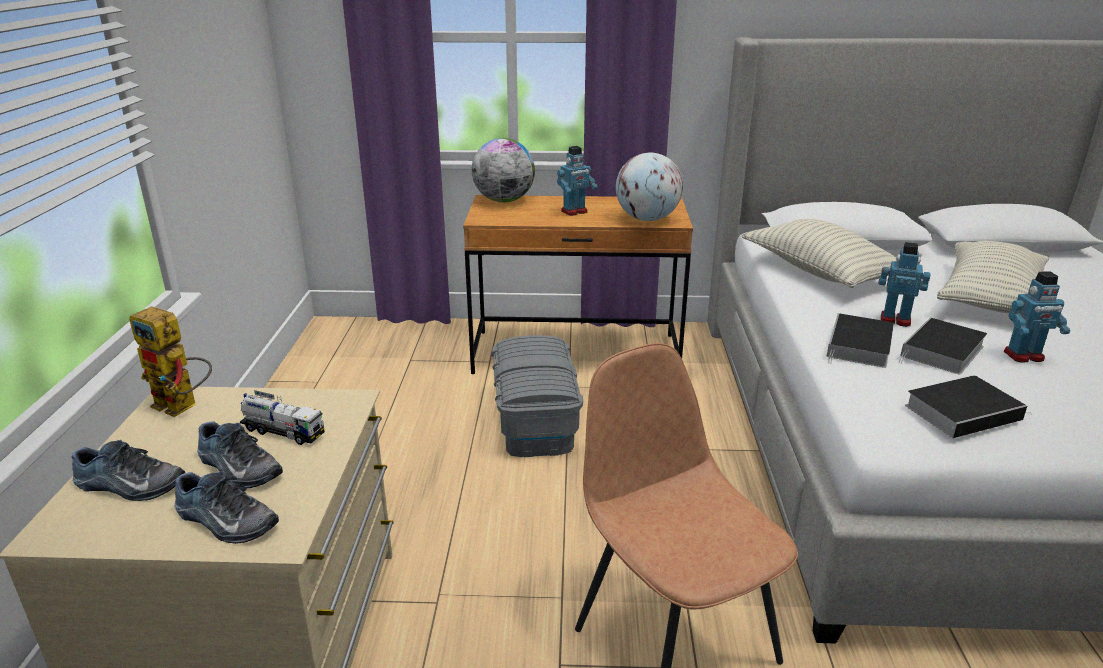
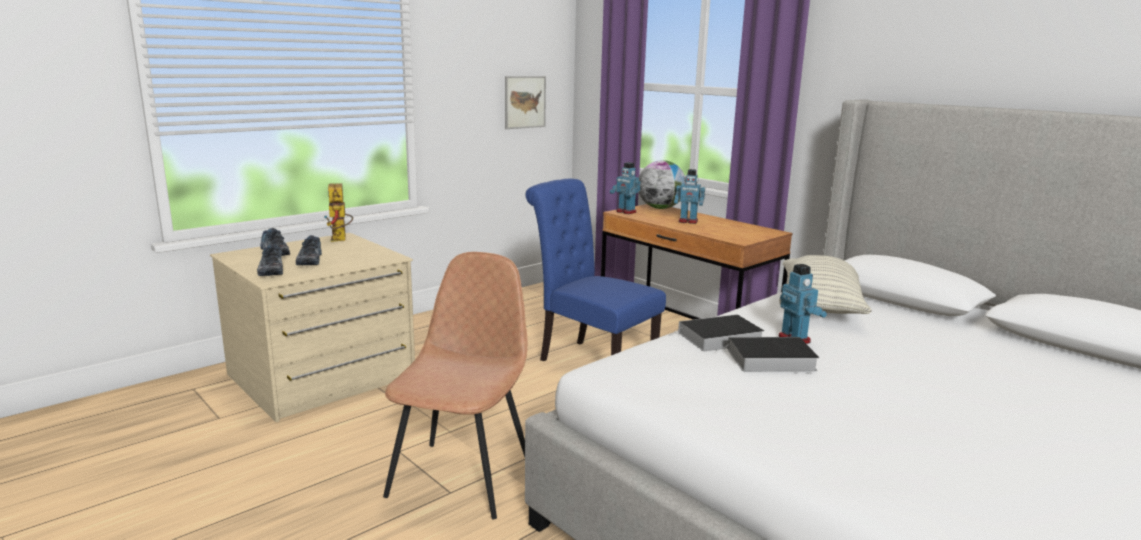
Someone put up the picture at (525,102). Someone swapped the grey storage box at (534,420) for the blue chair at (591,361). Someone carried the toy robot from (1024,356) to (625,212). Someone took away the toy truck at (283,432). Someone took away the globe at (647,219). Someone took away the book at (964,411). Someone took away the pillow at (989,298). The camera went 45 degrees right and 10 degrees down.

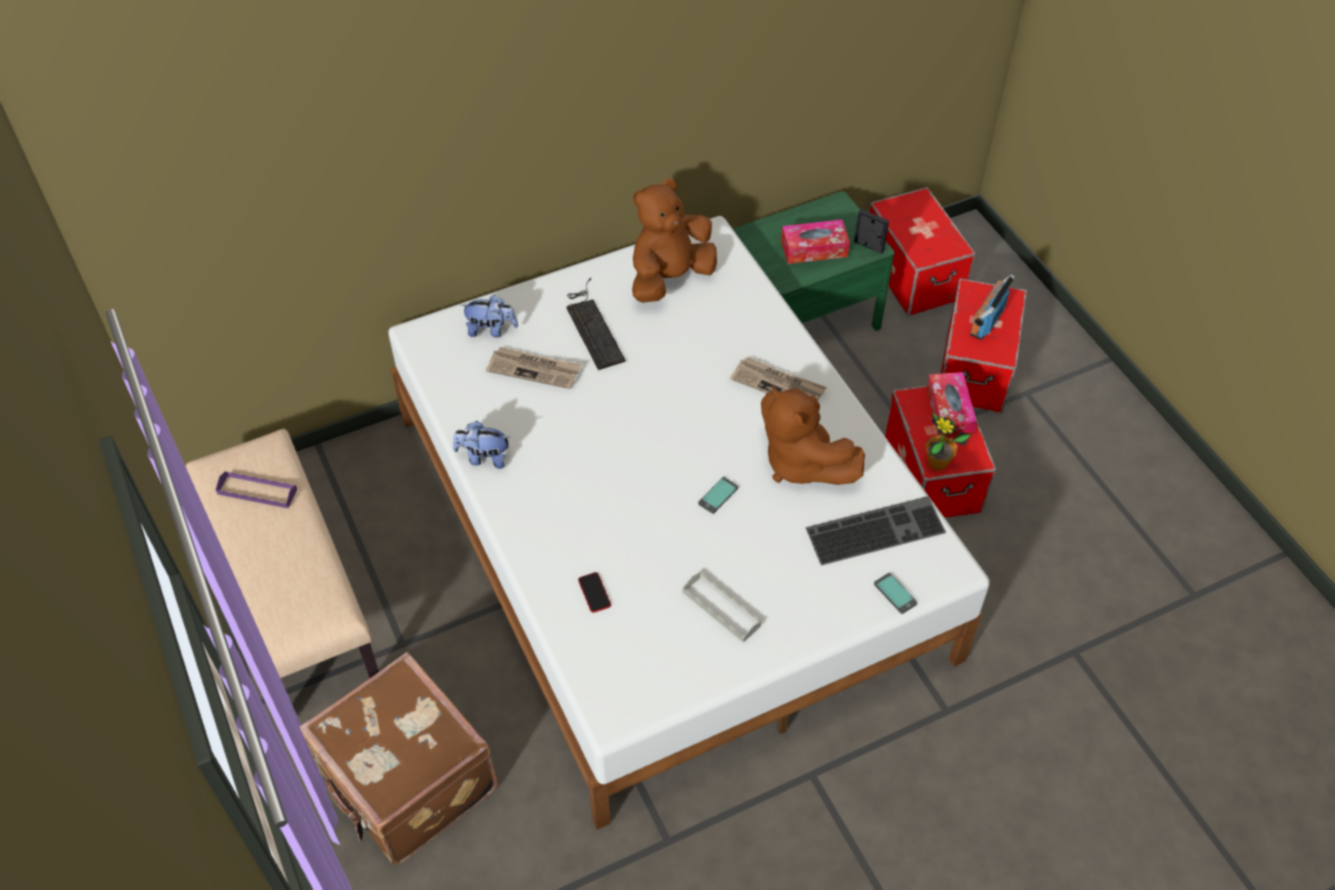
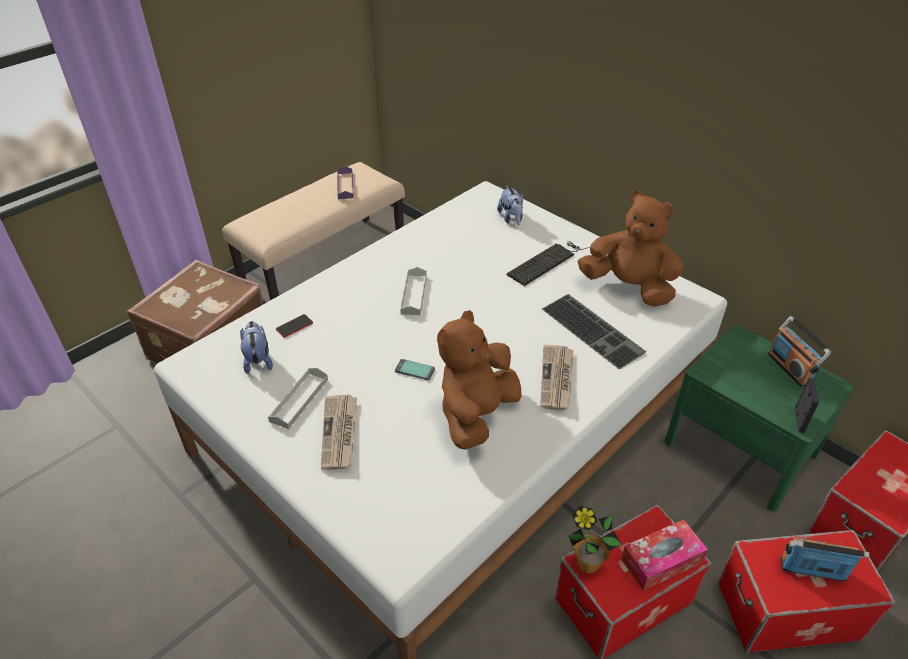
Someone carried the plush toy from (484,457) to (258,360). Someone carried the newspaper from (534,369) to (340,433). Someone put down the grey tray at (414,294). Someone carried the keyboard from (875,528) to (594,330). Someone put down the radio at (789,368). Someone took away the tissue box at (814,249). Someone took away the phone at (895,593). The camera went 70 degrees right and 10 degrees down.

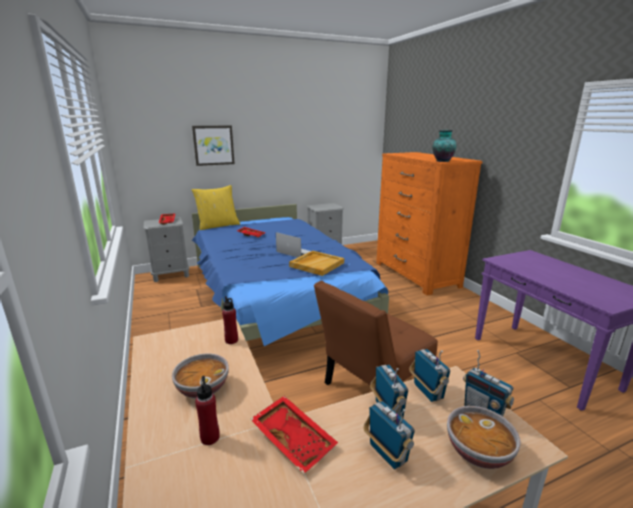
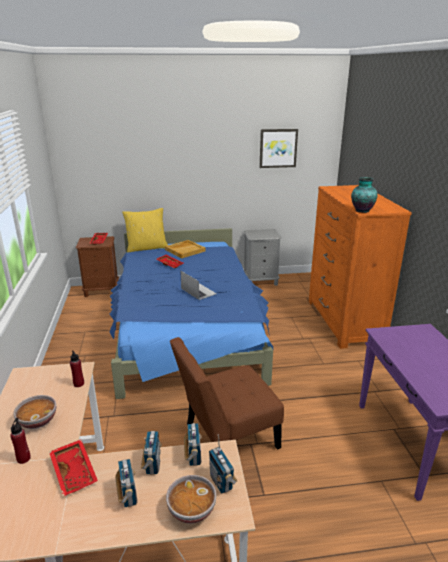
Someone repainted the grey nightstand at (171,275), which became the brown nightstand at (101,291). Someone carried the beige tray from (317,264) to (185,250). Someone carried the picture from (213,145) to (278,148). The camera went 15 degrees right and 5 degrees up.

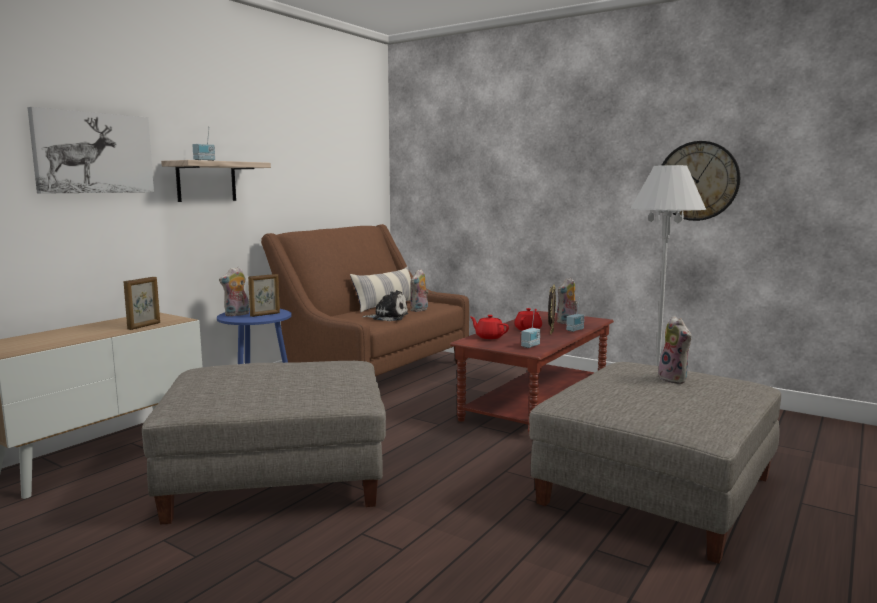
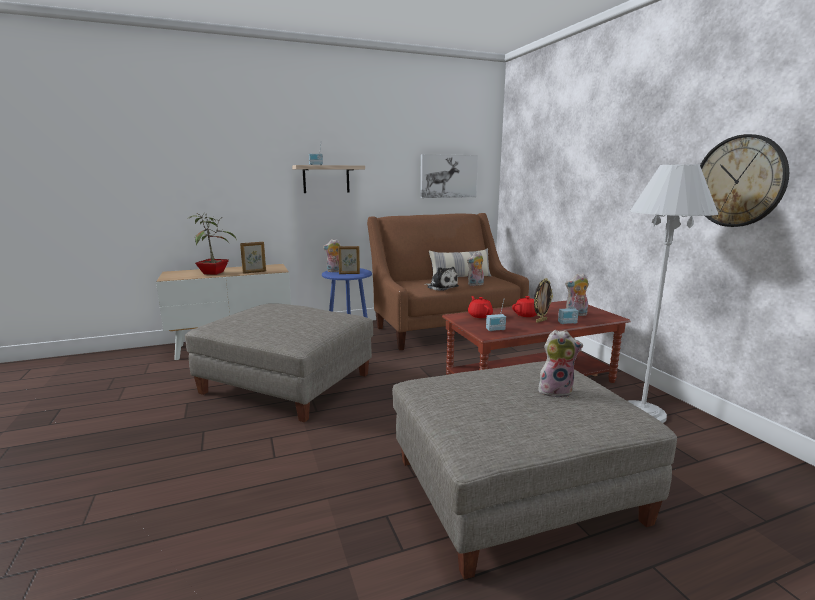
Someone put down the potted plant at (214,273). Someone carried the picture from (93,153) to (448,176). Someone rotated the plush toy at (675,379) by 105 degrees counterclockwise. The camera went 35 degrees right and 5 degrees up.

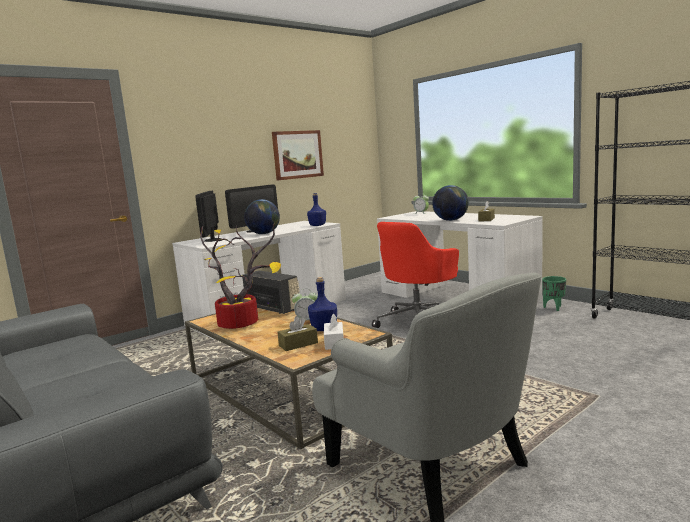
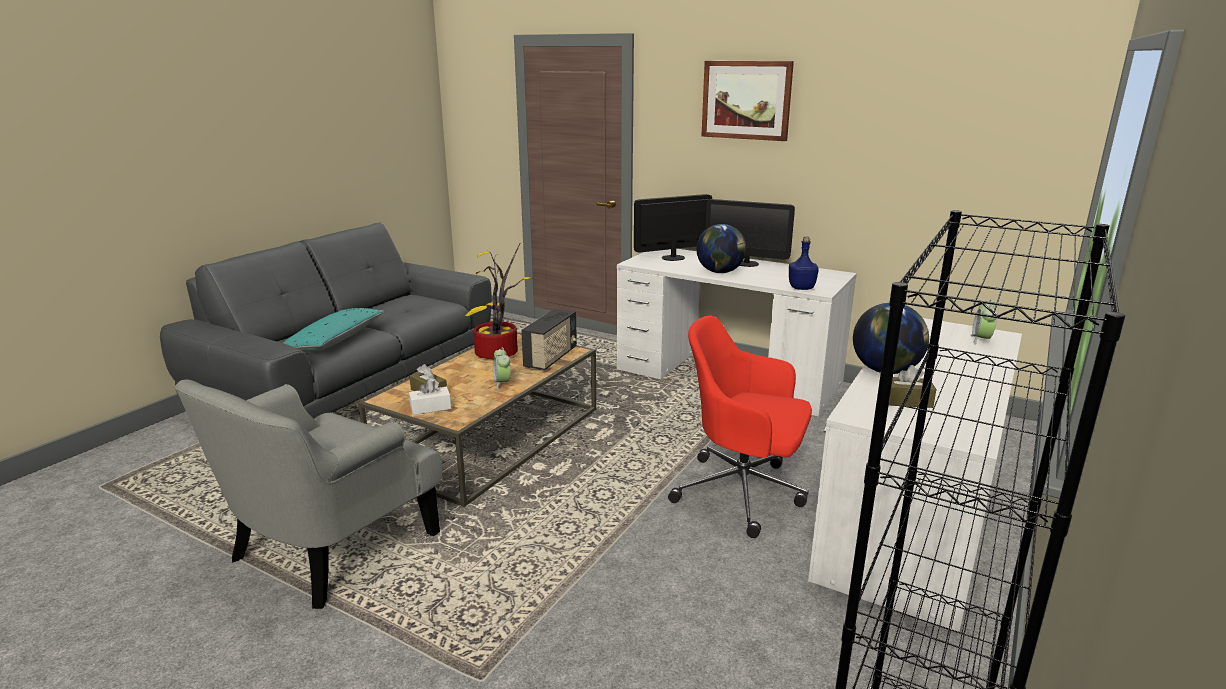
Someone put down the turquoise pillow at (334,341). Someone carried the picture from (297,154) to (746,100). Someone took away the blue bottle at (323,329). Someone took away the green planter at (554,308). The camera went 70 degrees right and 10 degrees up.

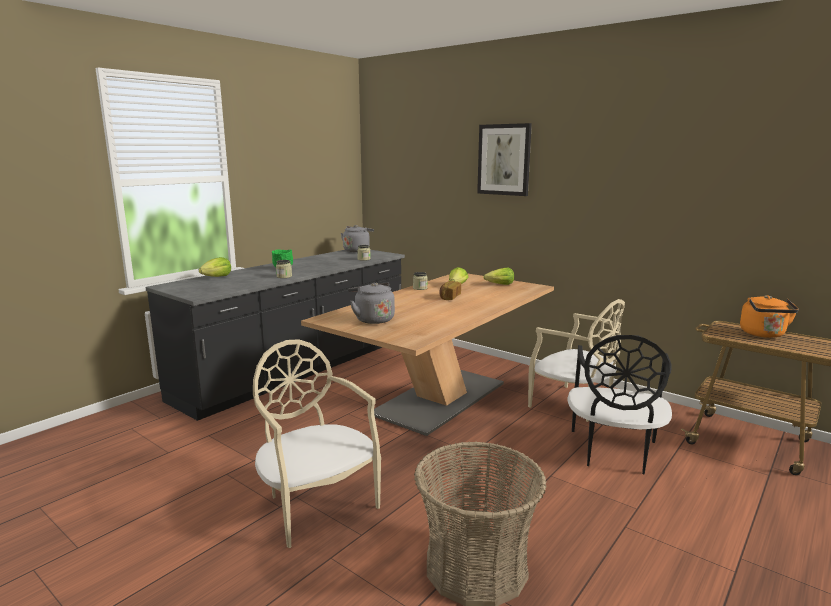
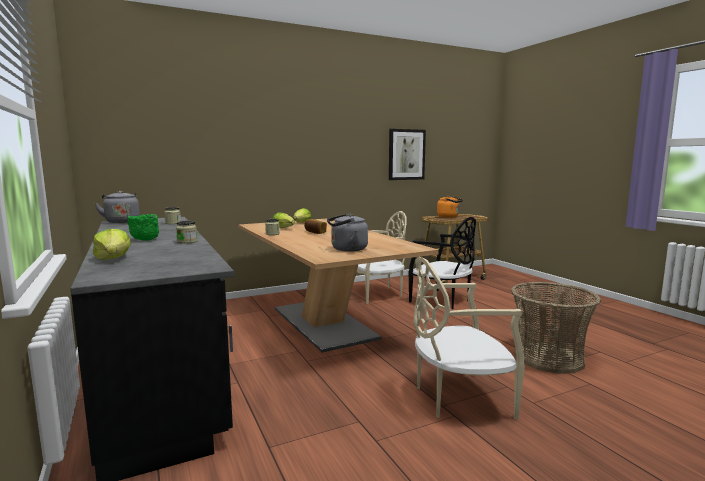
Someone carried the picture from (504,159) to (406,154). The camera went 65 degrees left and 5 degrees down.

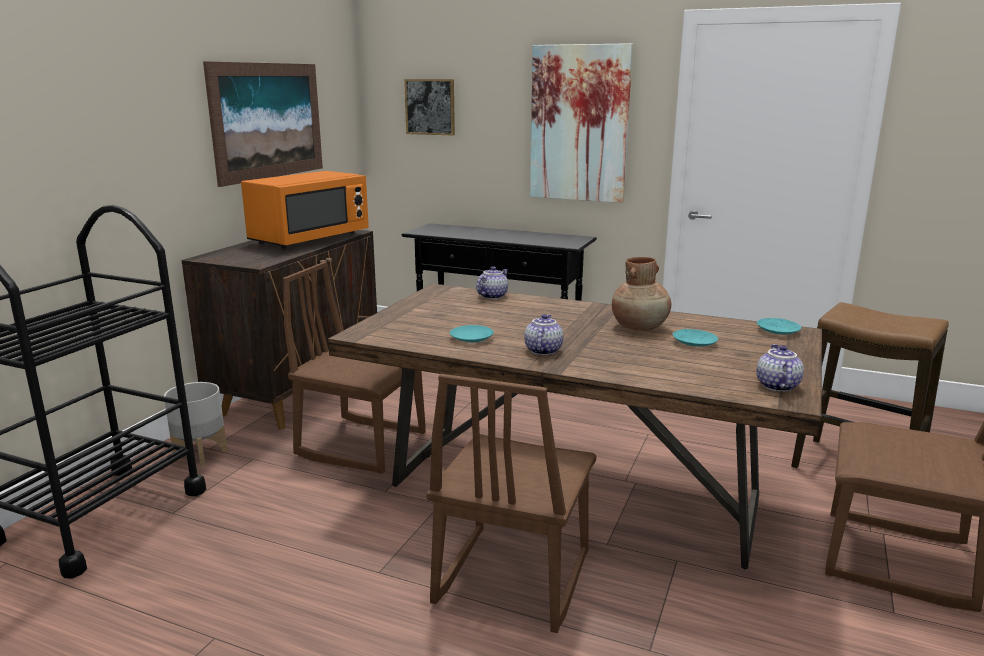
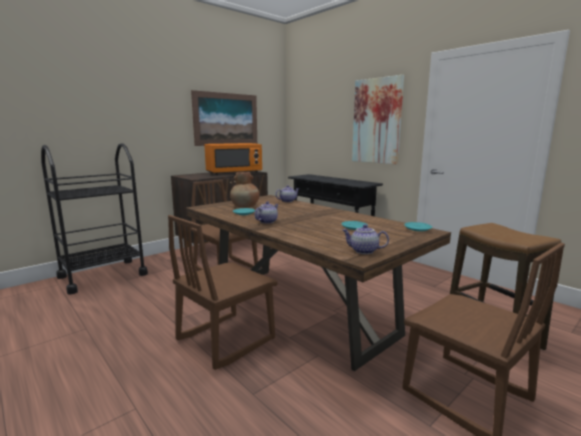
Someone carried the brown vase from (640,327) to (245,206). Someone rotated the teapot at (776,386) by 105 degrees counterclockwise. Someone took away the grey planter at (201,455). Someone took away the picture at (430,107). The camera went 25 degrees right and 5 degrees down.

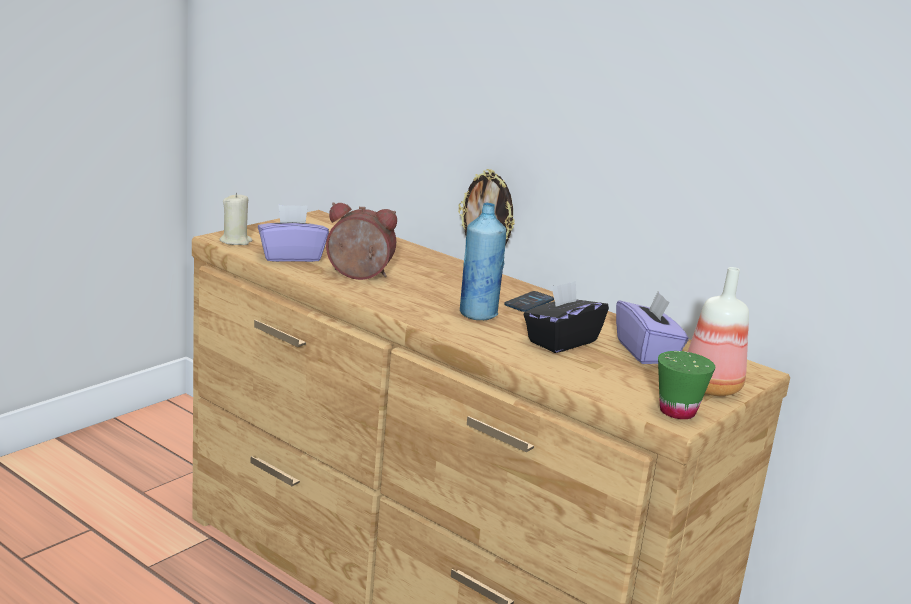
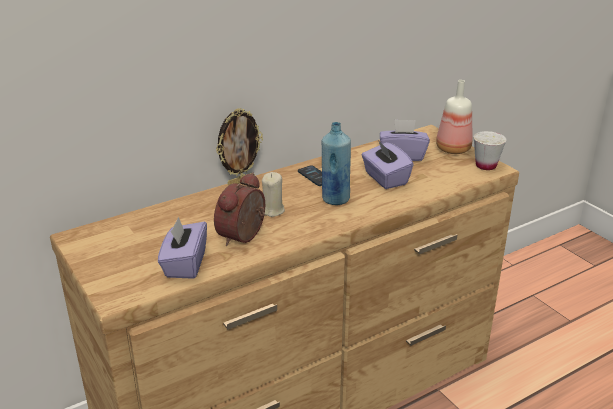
Someone carried the beige candle from (236,241) to (272,210). Someone repainted the black tissue box at (561,341), which became the purple tissue box at (385,178). Someone repainted the green cup at (677,411), which became the white cup at (486,165). The camera went 70 degrees left and 10 degrees up.

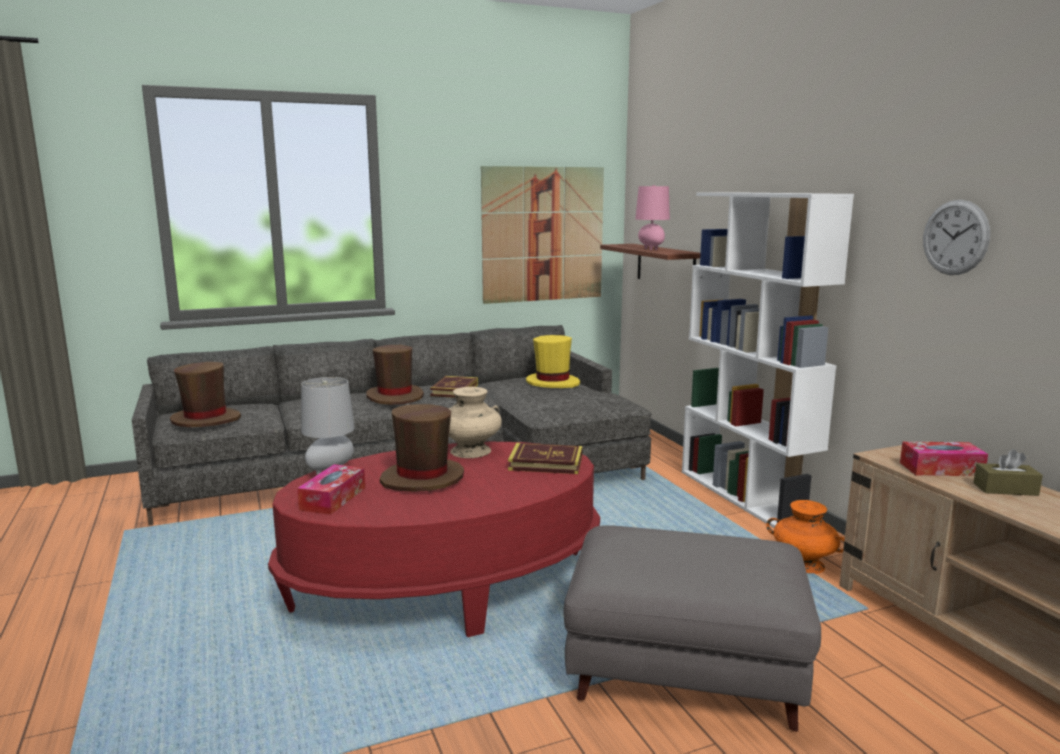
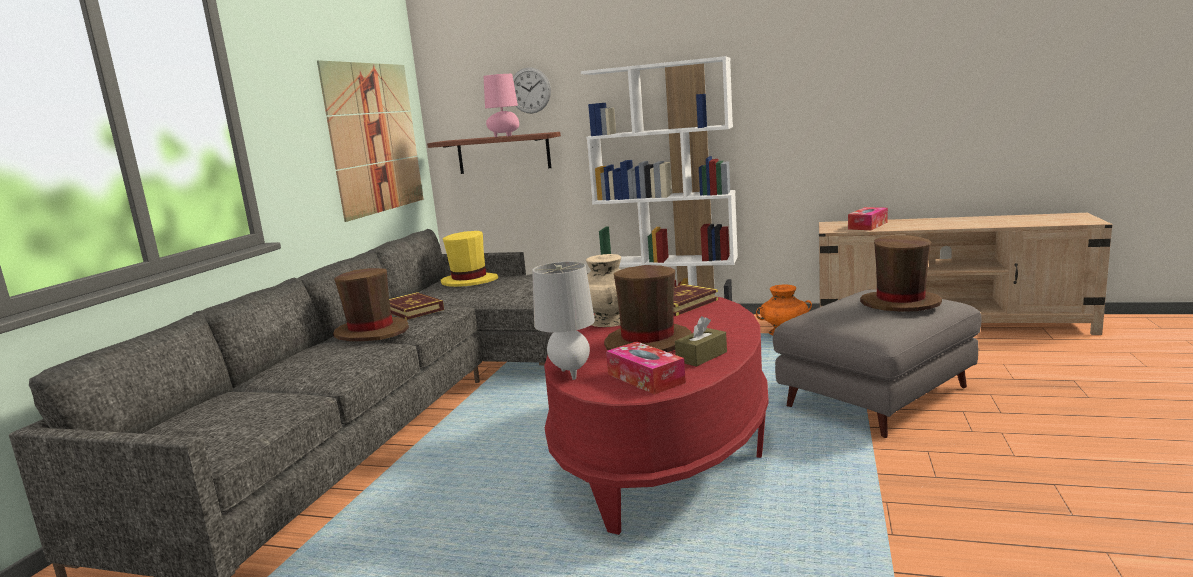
Someone carried the wall clock from (955,237) to (530,90). Someone carried the brown tissue box from (1005,489) to (701,356). Someone carried the brown hat from (205,420) to (899,304). The camera went 50 degrees left and 0 degrees up.

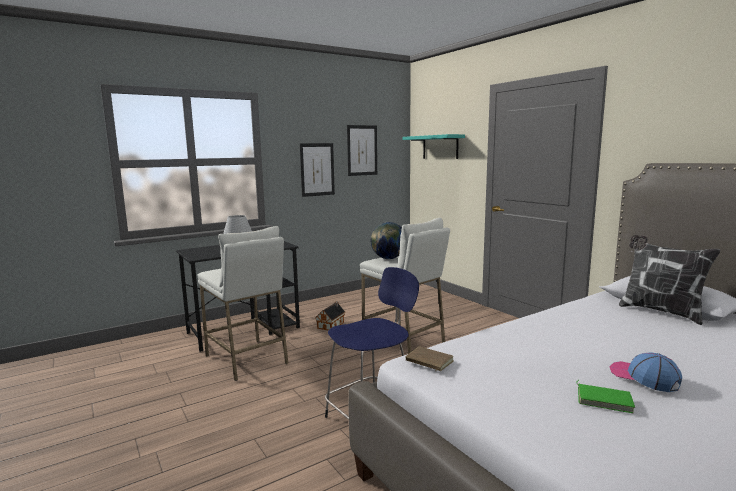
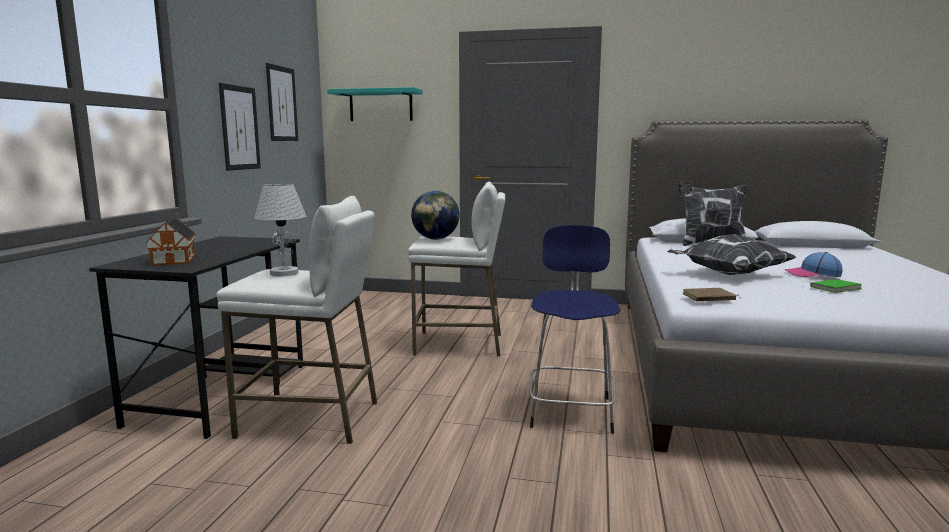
Someone carried the toy house from (331,325) to (175,259). Someone put down the pillow at (727,274). The camera went 45 degrees left and 0 degrees up.

